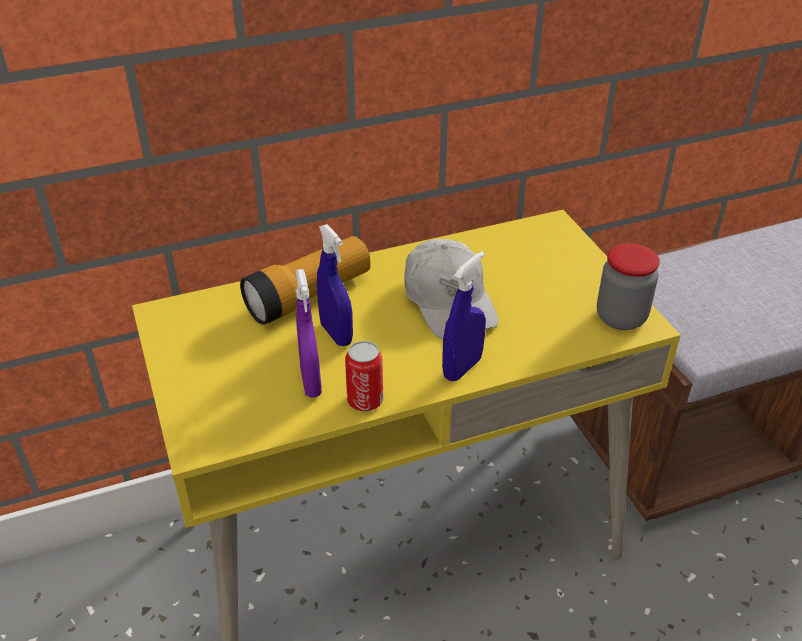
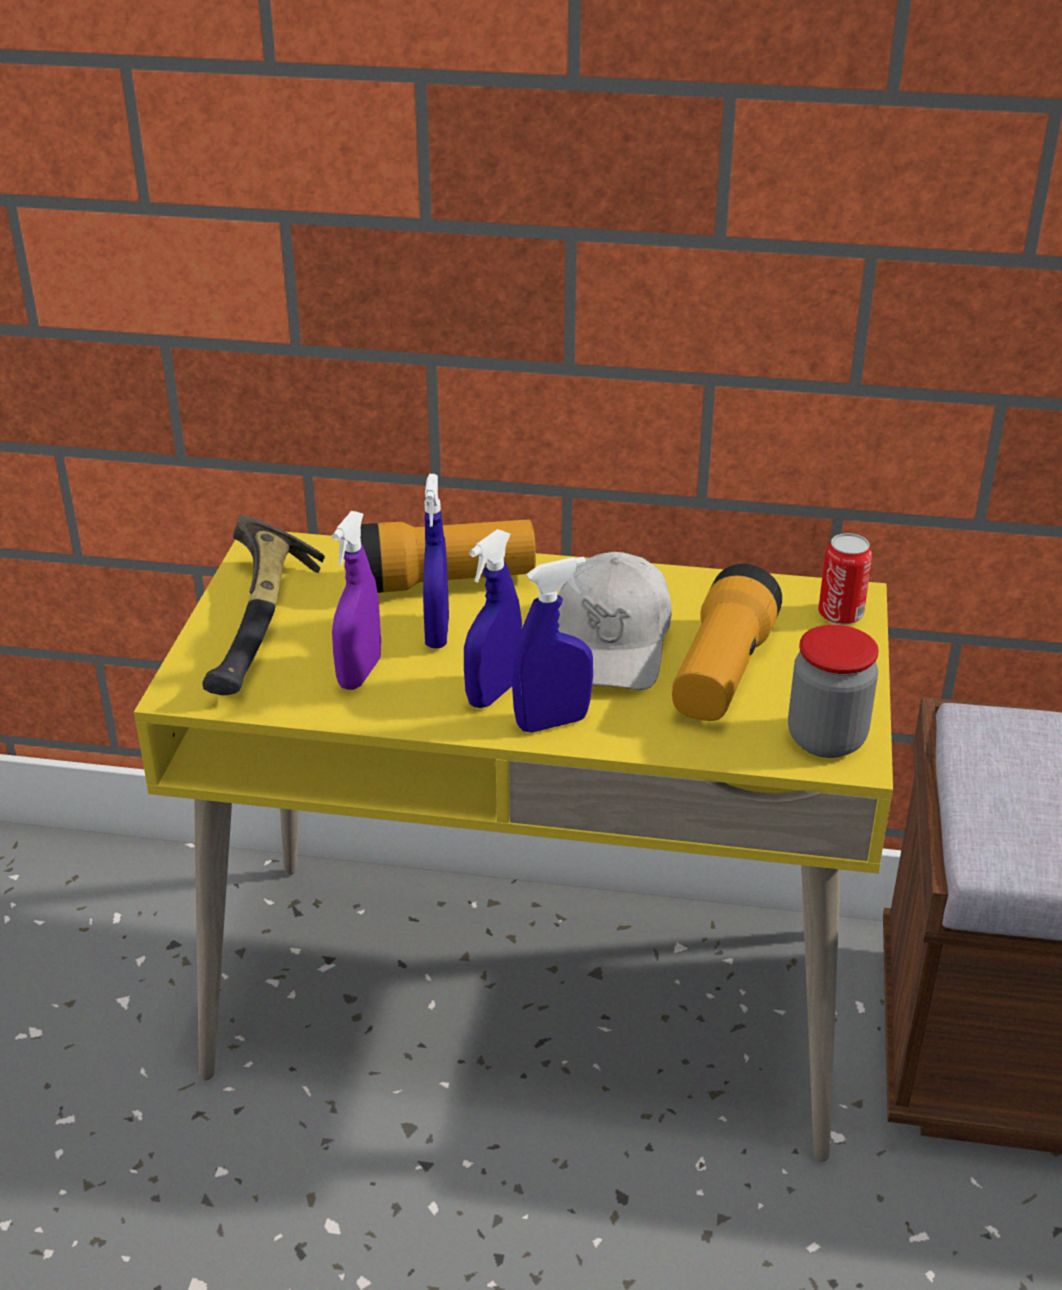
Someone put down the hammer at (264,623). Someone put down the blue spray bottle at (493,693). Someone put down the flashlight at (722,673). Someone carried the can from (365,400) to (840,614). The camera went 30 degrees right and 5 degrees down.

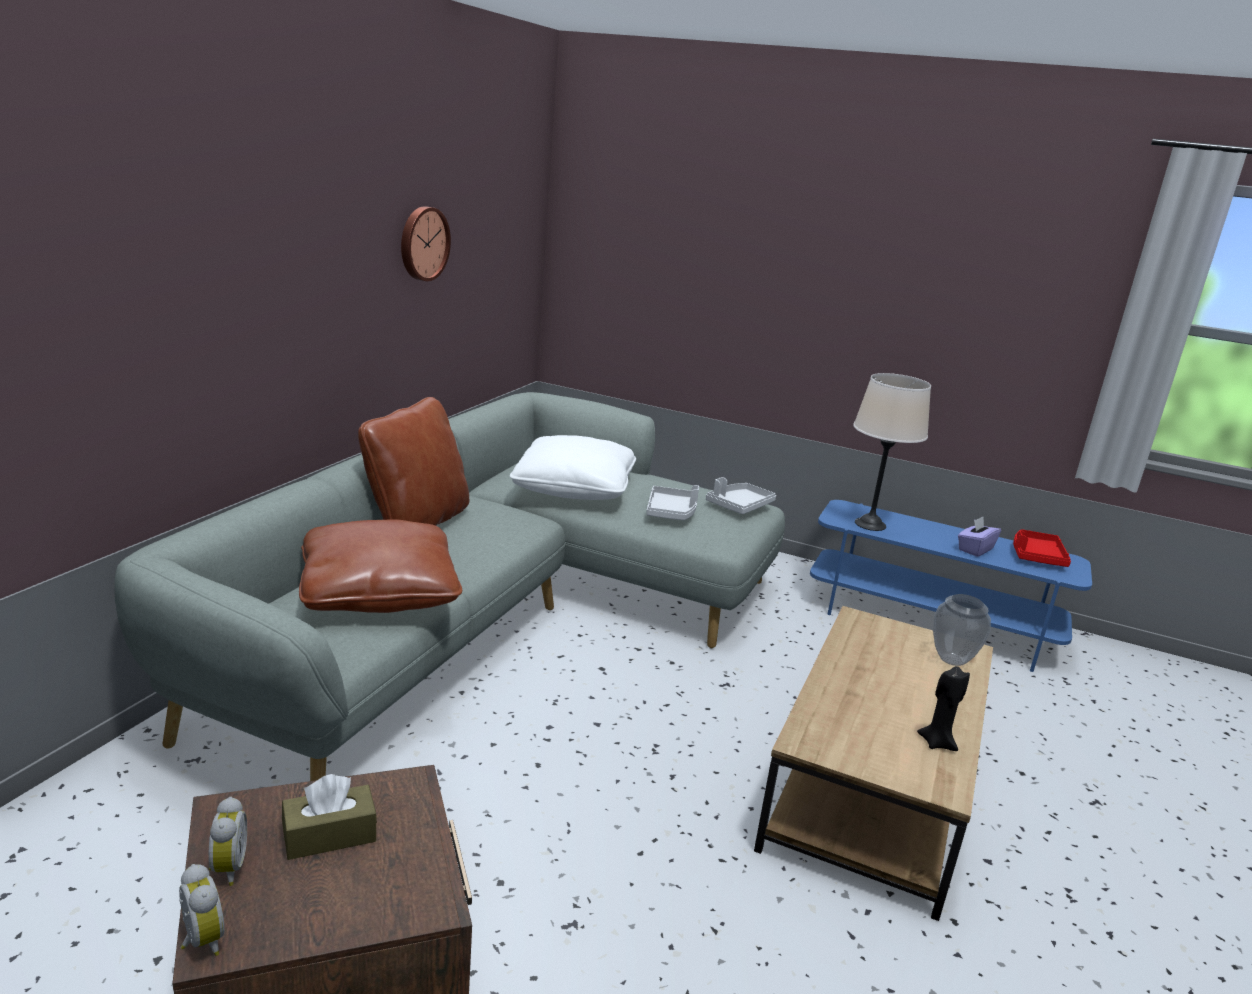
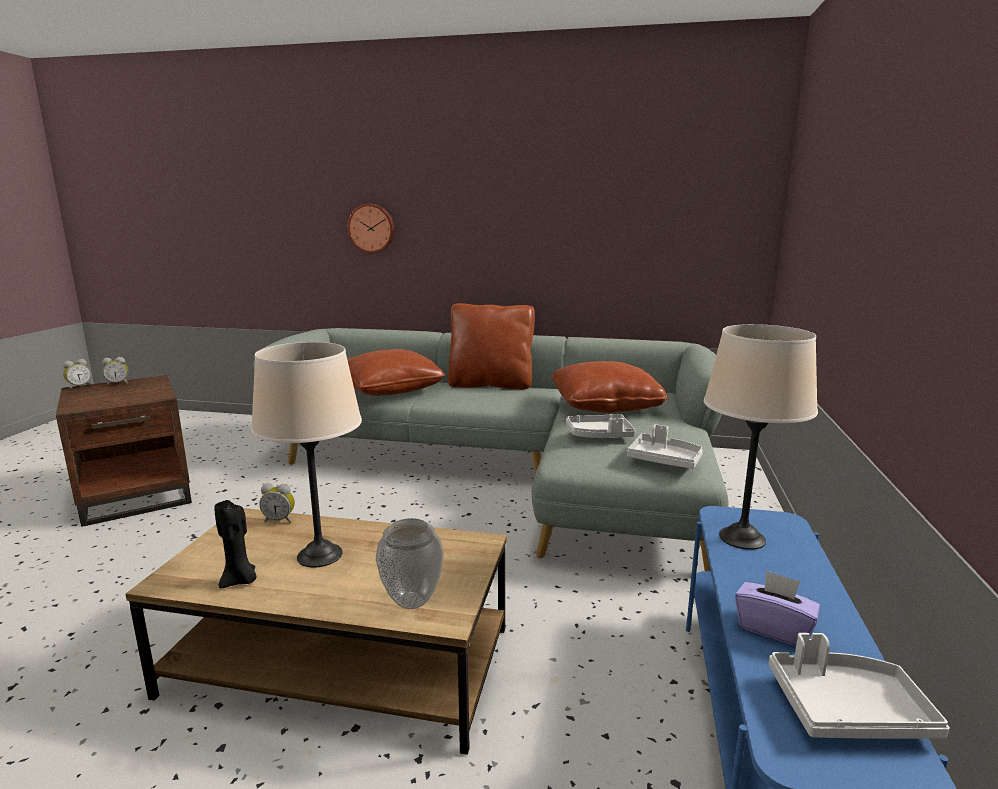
Someone put down the beige table lamp at (319,555). Someone put down the alarm clock at (280,520). Someone carried the wall clock from (422,243) to (372,228). Someone repainted the white pillow at (574,488), which became the brown pillow at (605,406). Someone repainted the red tray at (1036,556), which became the grey tray at (847,709). Someone took away the brown tissue box at (329,835). The camera went 80 degrees right and 5 degrees down.

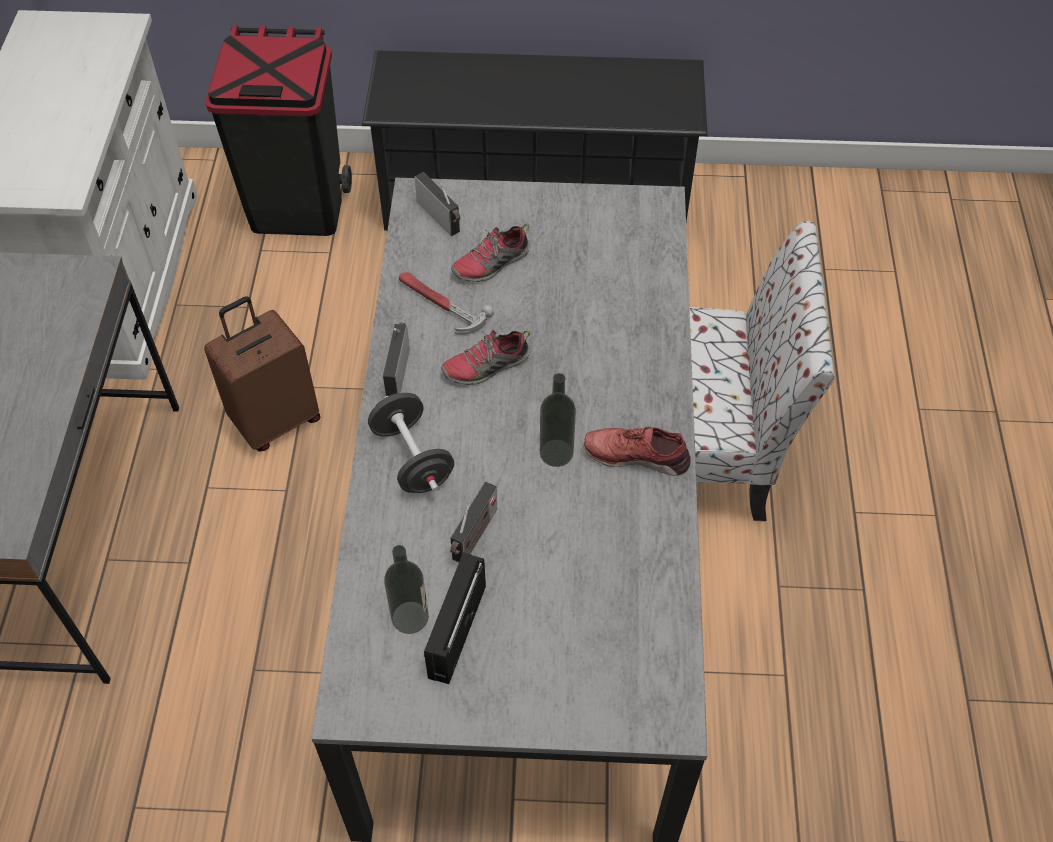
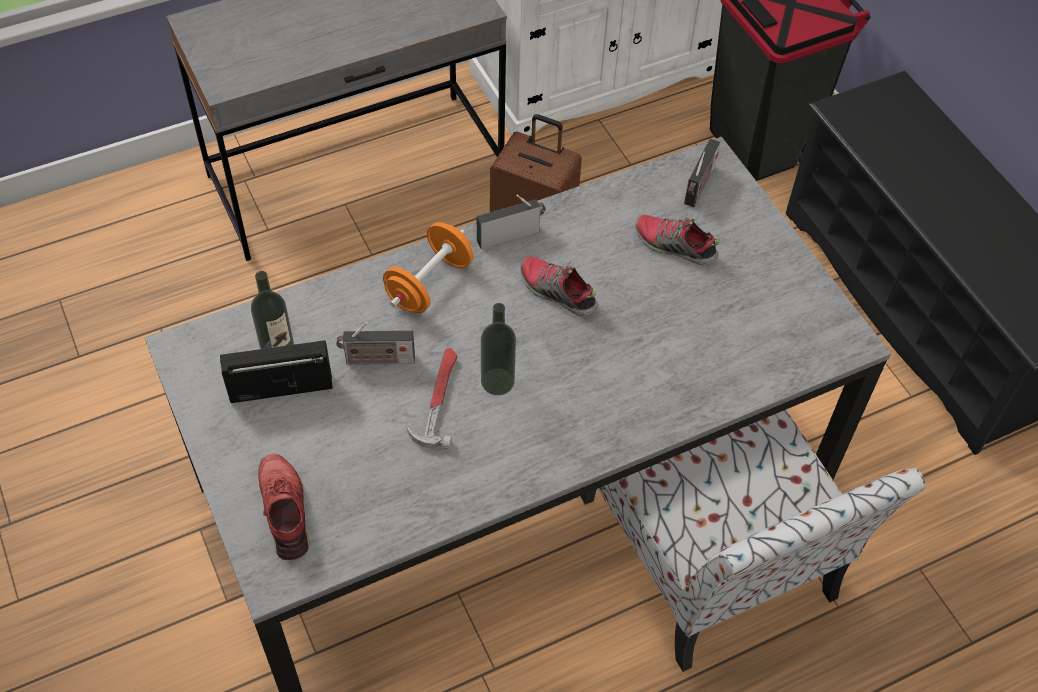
Someone carried the red shoe from (636,455) to (286,510). Someone repainted the black dumbbell at (412,458), which became the orange dumbbell at (429,284). Someone carried the hammer from (440,304) to (437,399). The camera went 60 degrees right and 0 degrees up.

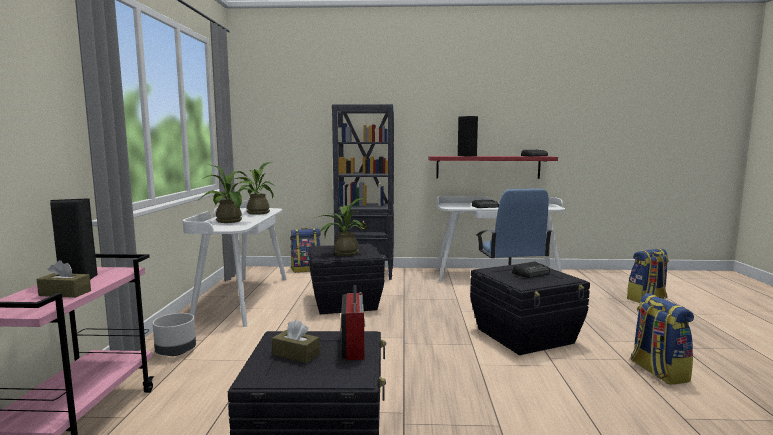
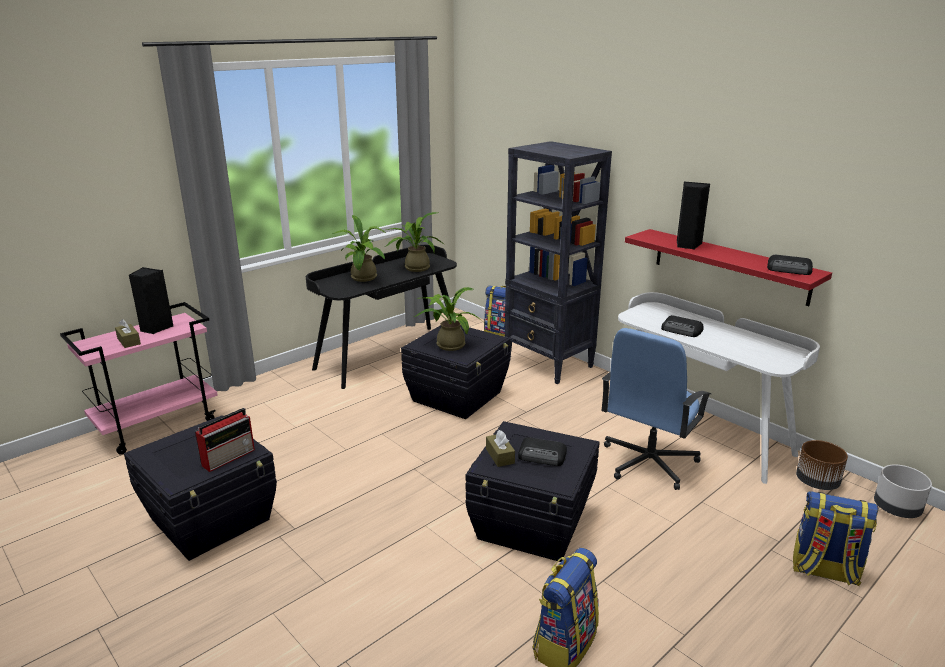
Someone repainted the white desk at (242,299), which became the black desk at (389,355). Someone carried the brown tissue box from (296,354) to (500,456). Someone put down the brown planter at (817,483). Someone carried the grey planter from (176,352) to (896,509). The camera went 45 degrees right and 15 degrees up.

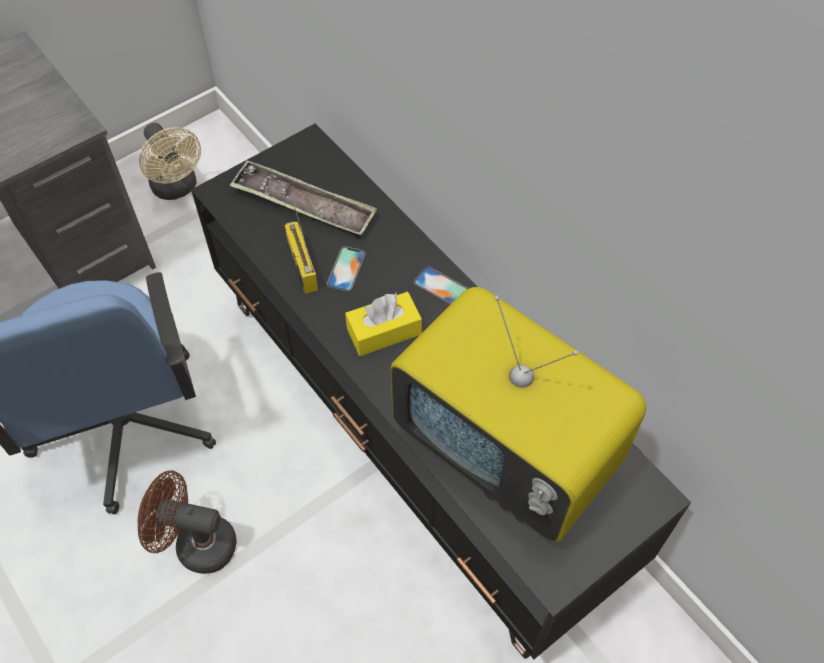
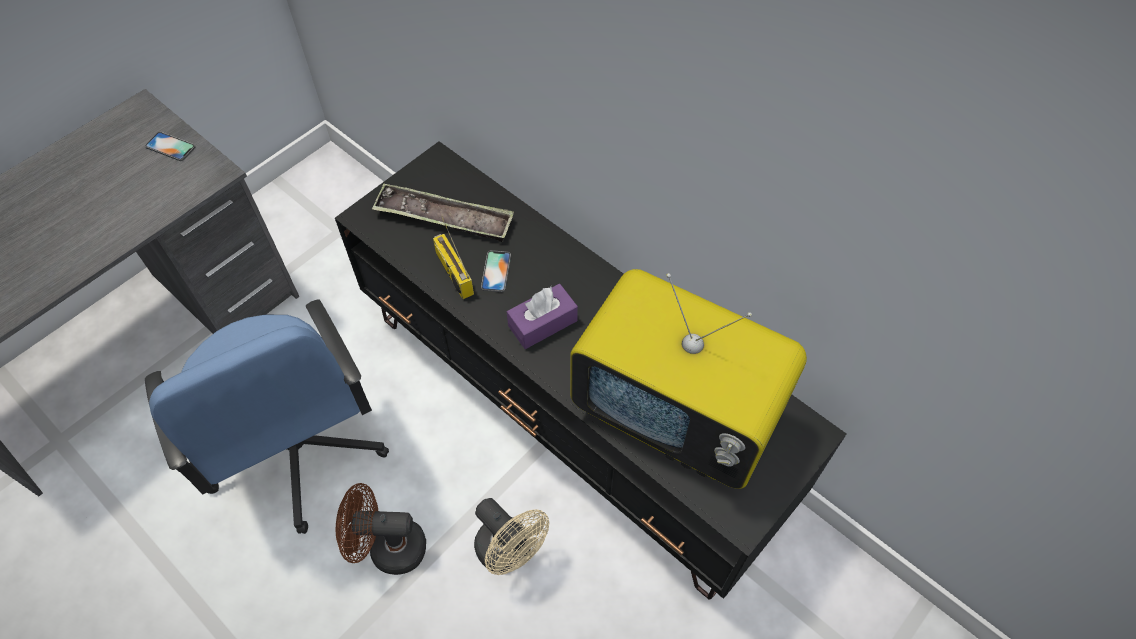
Someone carried the phone from (441,287) to (170,147). Someone carried the beige fan from (177,188) to (510,552). Someone repainted the yellow tissue box at (384,331), which became the purple tissue box at (542,323). The camera went 10 degrees left and 0 degrees up.

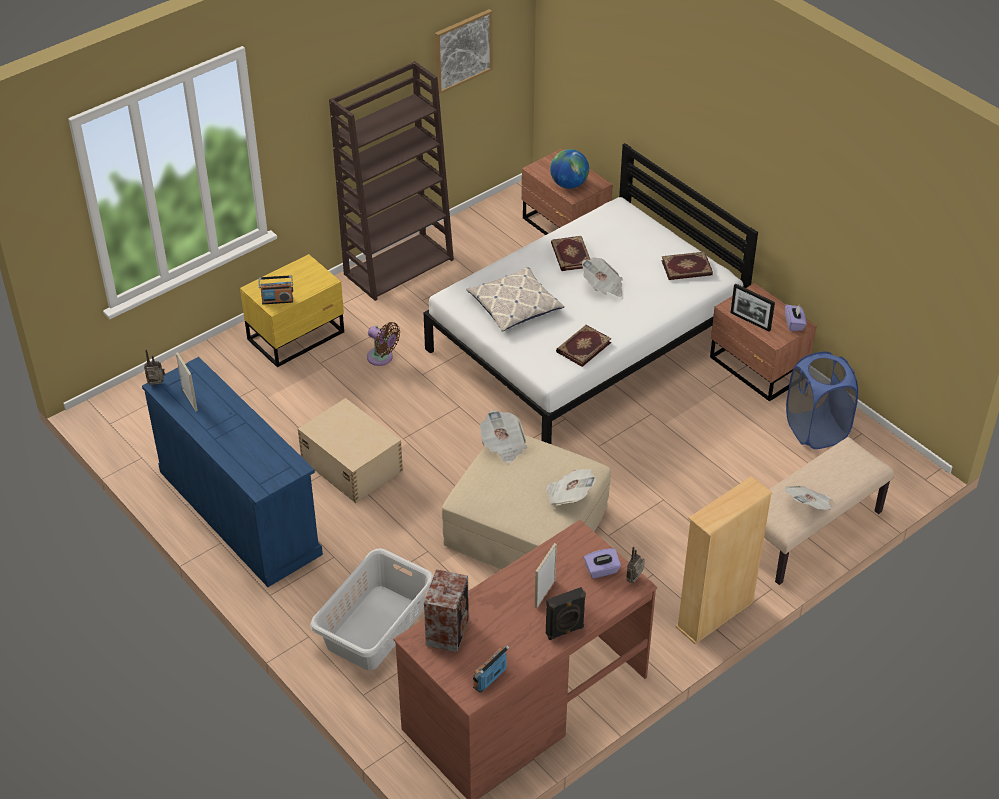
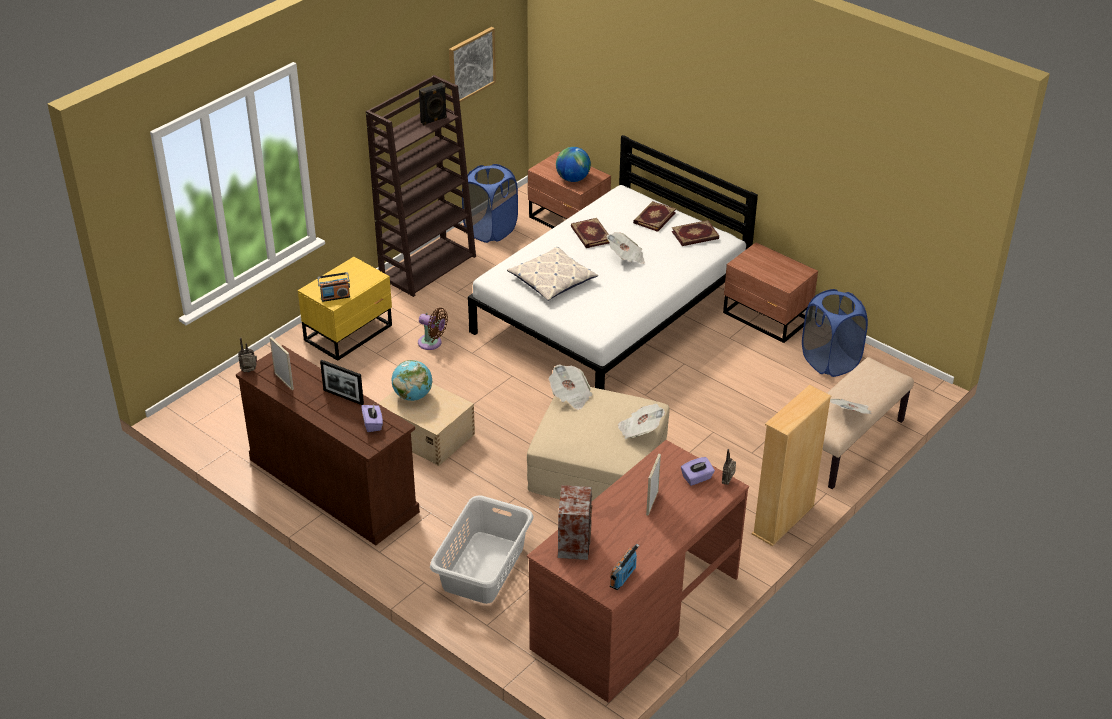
Someone repainted the blue dresser at (238,511), which became the brown dresser at (332,485). Someone carried the picture frame from (750,321) to (343,397). Someone carried the purple tissue box from (794,324) to (373,424). Someone put down the globe at (413,396). Someone carried the black speaker from (565,631) to (434,120). Someone put down the blue laundry basket at (490,230). Someone carried the book from (583,347) to (654,218). The camera went 10 degrees left and 5 degrees down.

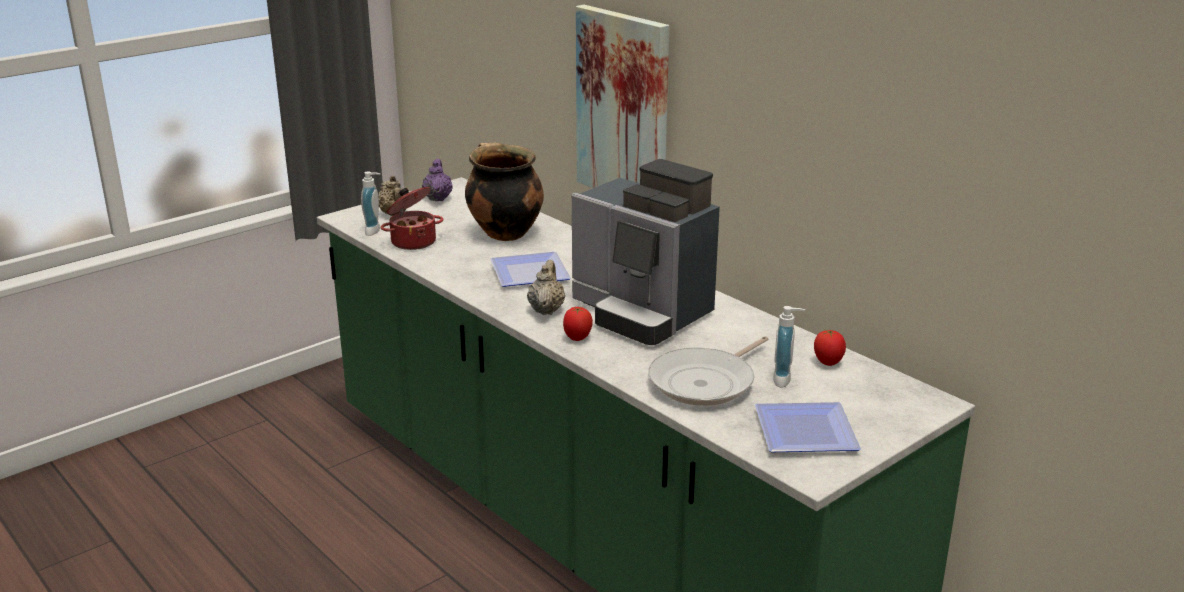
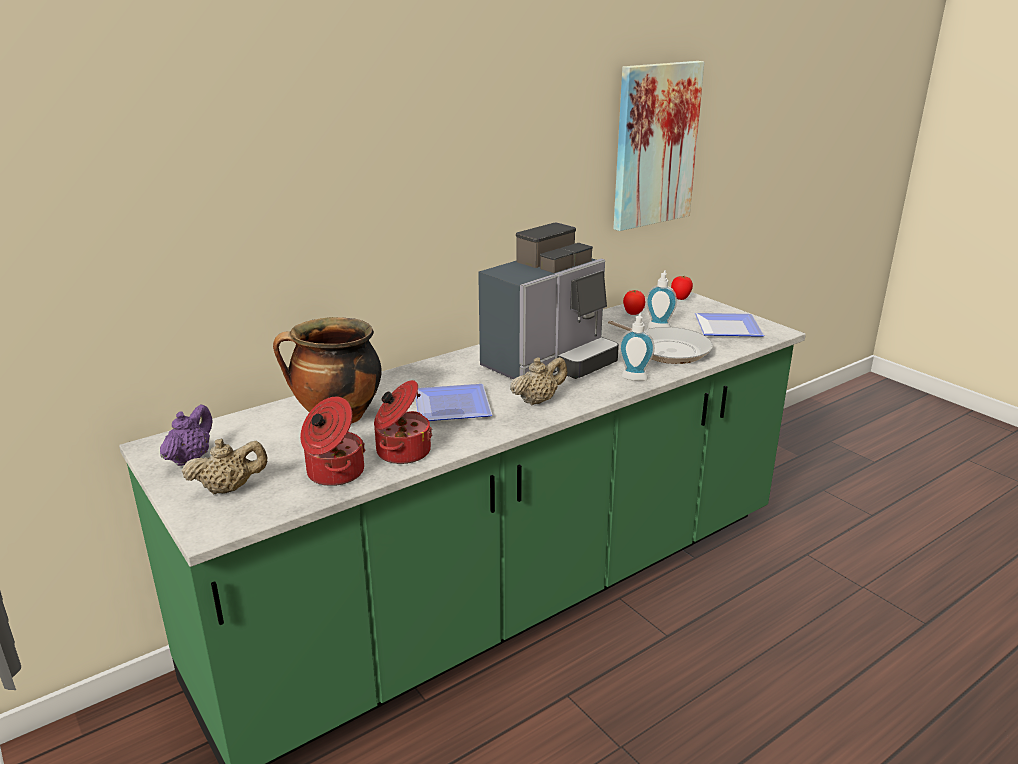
Someone rotated the purple teapot at (438,198) by 105 degrees clockwise. Someone put down the cooking pot at (402,451). Someone rotated the beige teapot at (546,309) by 135 degrees clockwise. Someone carried the picture from (624,107) to (655,145). Someone carried the soap dispenser from (375,231) to (635,376). Someone carried the tomato from (577,338) to (680,298). The camera went 85 degrees left and 0 degrees up.

